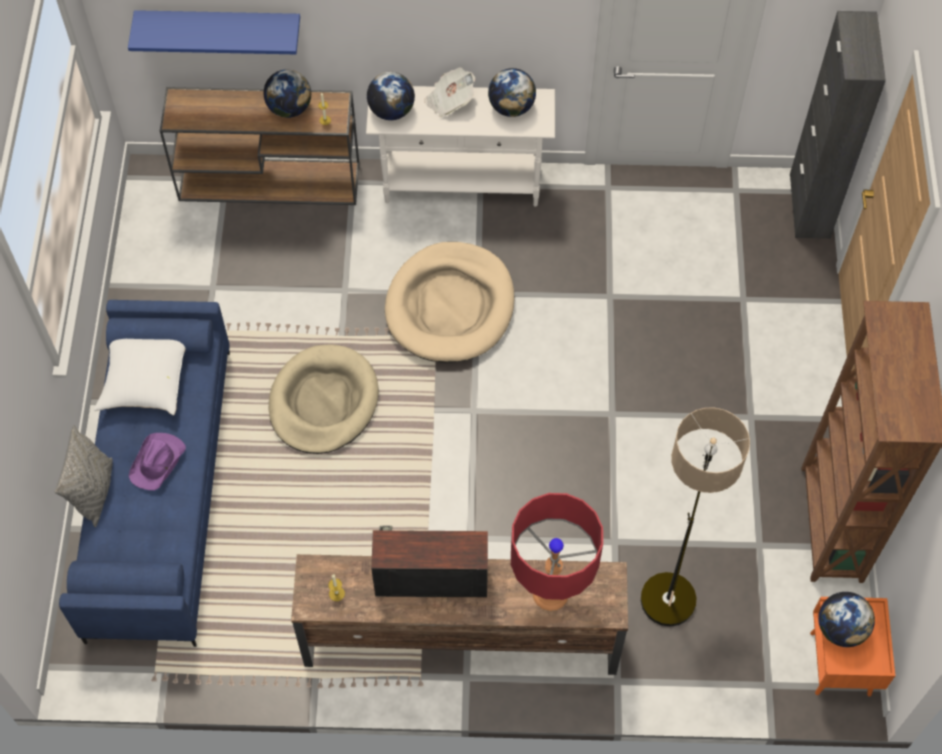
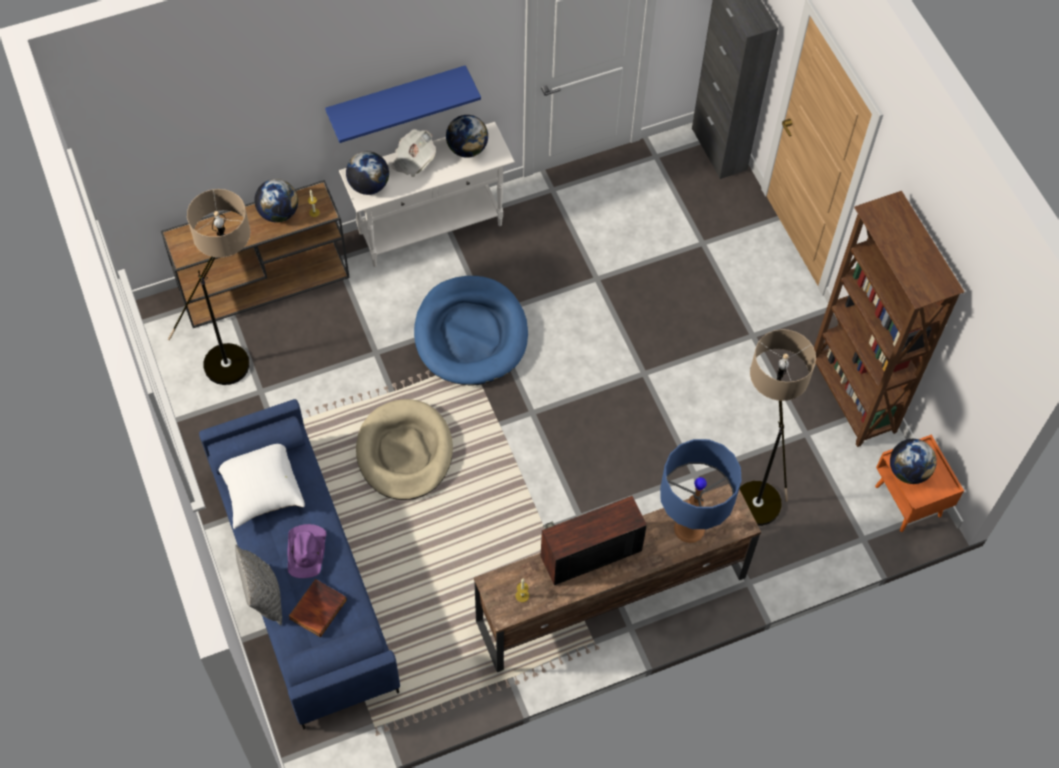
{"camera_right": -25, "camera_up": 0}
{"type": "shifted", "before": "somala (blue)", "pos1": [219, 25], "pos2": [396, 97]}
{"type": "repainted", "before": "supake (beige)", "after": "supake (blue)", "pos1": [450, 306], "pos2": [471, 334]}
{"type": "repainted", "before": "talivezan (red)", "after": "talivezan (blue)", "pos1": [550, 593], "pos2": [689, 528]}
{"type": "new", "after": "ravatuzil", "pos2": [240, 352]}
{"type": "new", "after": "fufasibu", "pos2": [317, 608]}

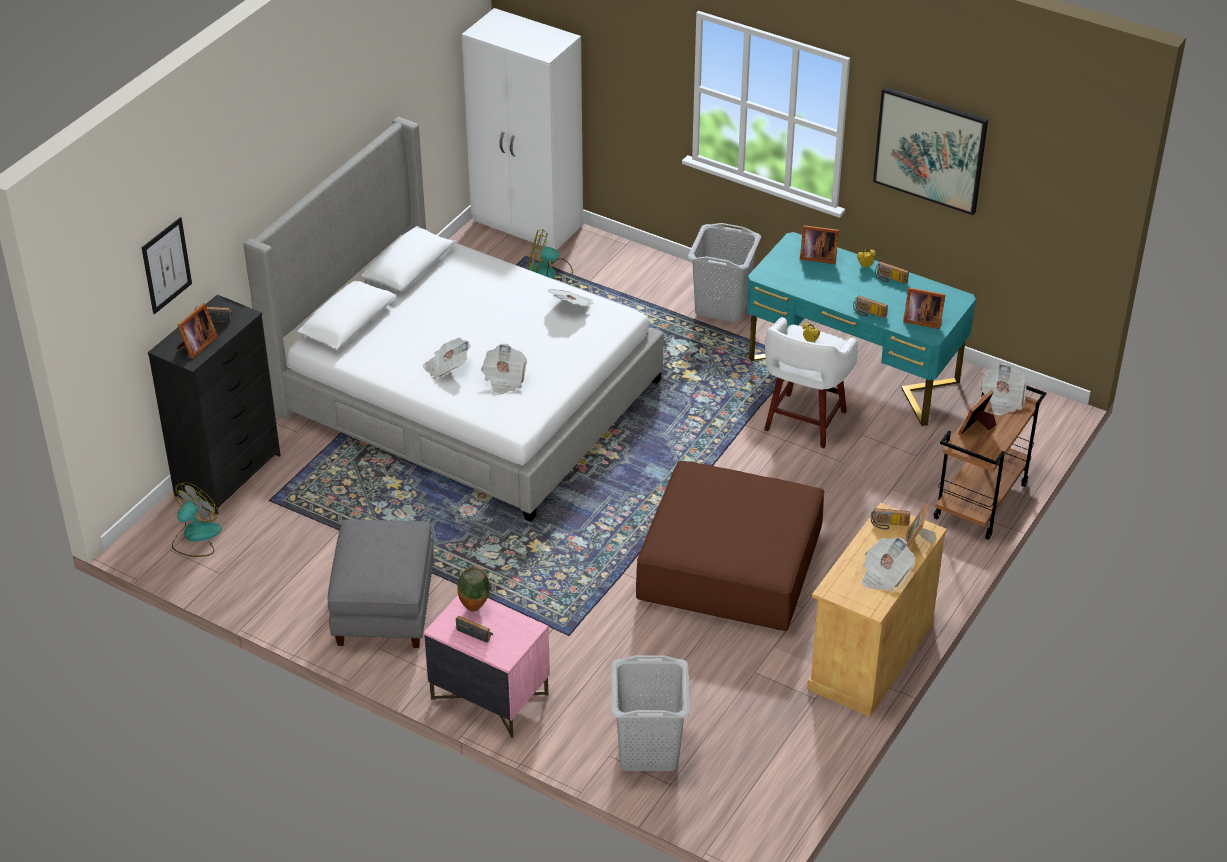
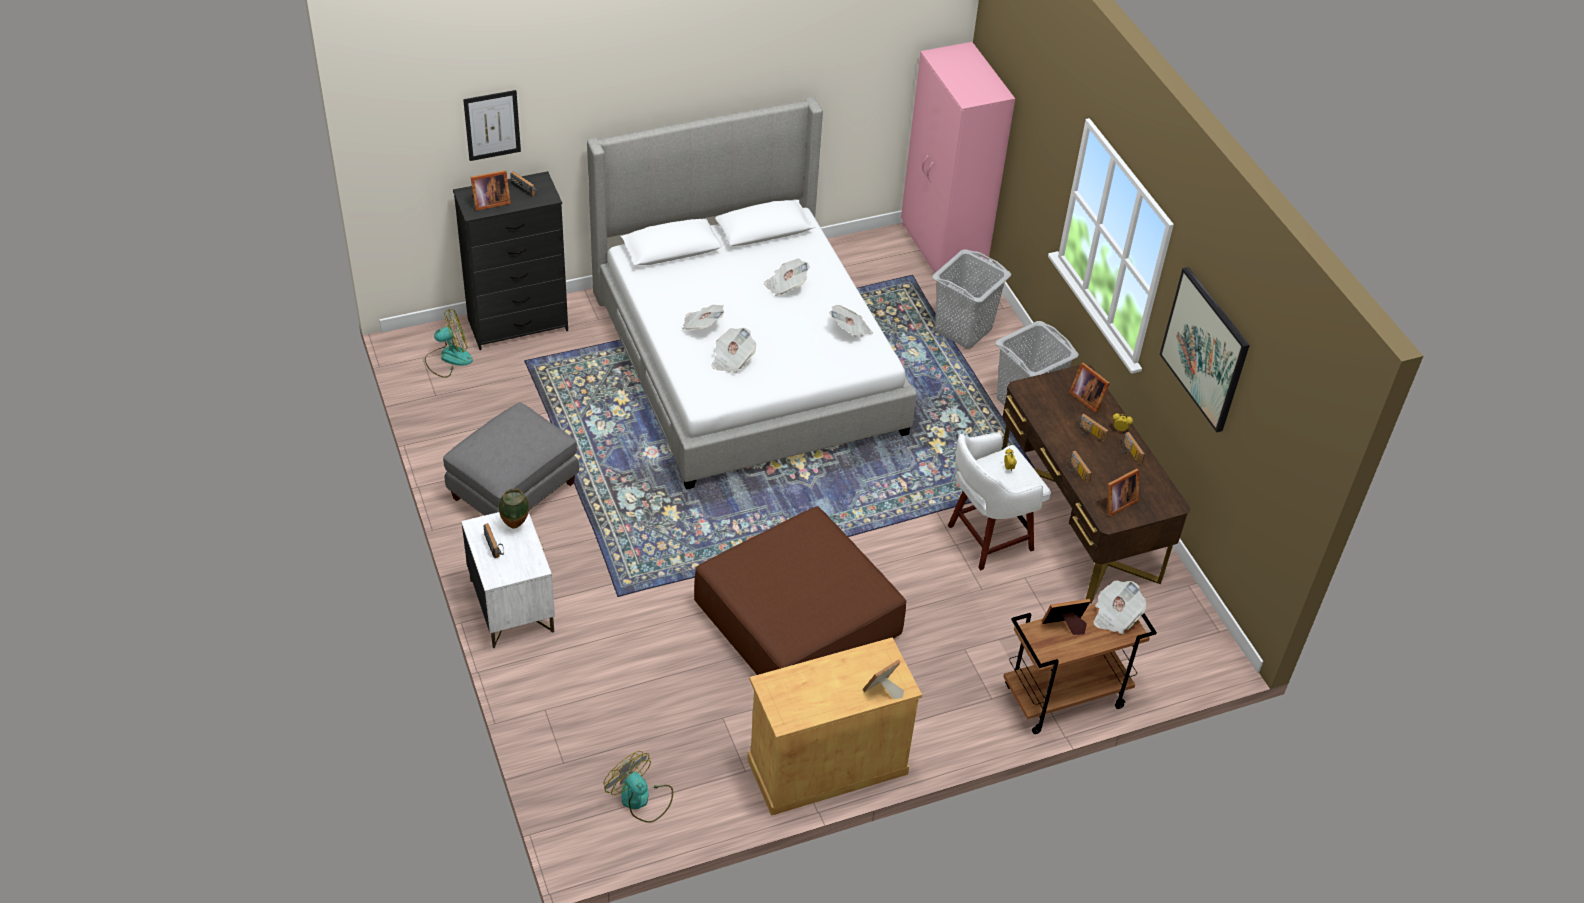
{"camera_right": 35, "camera_up": 5}
{"type": "repainted", "before": "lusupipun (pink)", "after": "lusupipun (white)", "pos1": [488, 697], "pos2": [511, 606]}
{"type": "repainted", "before": "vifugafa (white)", "after": "vifugafa (pink)", "pos1": [527, 224], "pos2": [942, 250]}
{"type": "shifted", "before": "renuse", "pos1": [549, 273], "pos2": [641, 799]}
{"type": "shifted", "before": "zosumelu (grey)", "pos1": [649, 749], "pos2": [963, 329]}
{"type": "repainted", "before": "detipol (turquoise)", "after": "detipol (brown)", "pos1": [853, 370], "pos2": [1078, 519]}
{"type": "shifted", "before": "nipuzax", "pos1": [884, 575], "pos2": [785, 286]}
{"type": "shifted", "before": "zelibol", "pos1": [889, 525], "pos2": [1089, 433]}
{"type": "rotated", "before": "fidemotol", "pos1": [921, 320], "pos2": [1116, 503], "turn": -90}

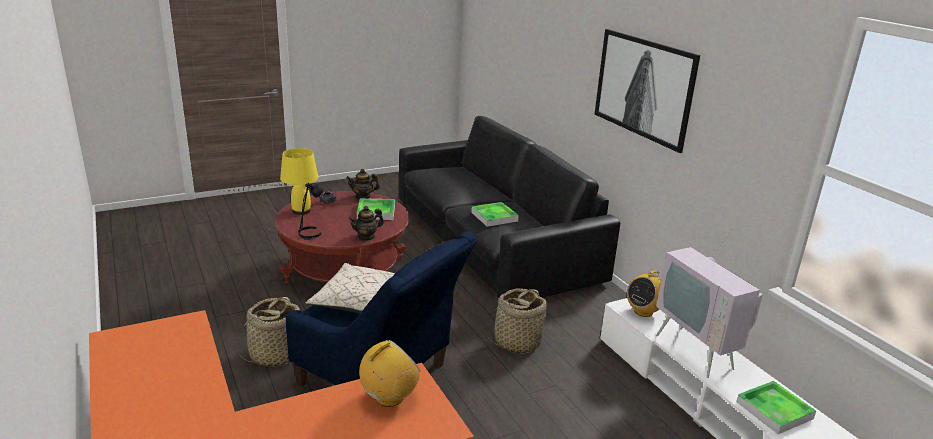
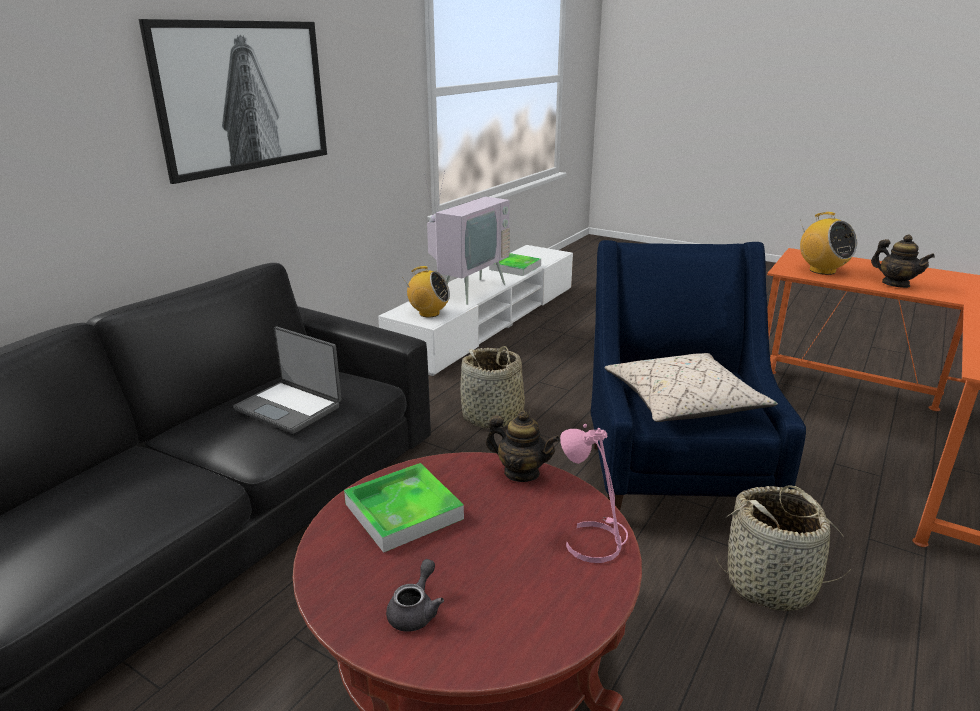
{"camera_right": -120, "camera_up": 0}
{"type": "gone", "before": "talivezan (yellow)", "pos1": [301, 211]}
{"type": "repainted", "before": "talivezan (black)", "after": "talivezan (pink)", "pos1": [310, 234], "pos2": [594, 541]}
{"type": "shifted", "before": "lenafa", "pos1": [363, 197], "pos2": [895, 284]}
{"type": "rotated", "before": "zelibol", "pos1": [389, 397], "pos2": [821, 270], "turn": -135}
{"type": "swapped", "before": "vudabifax", "after": "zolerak", "pos1": [494, 217], "pos2": [290, 407]}

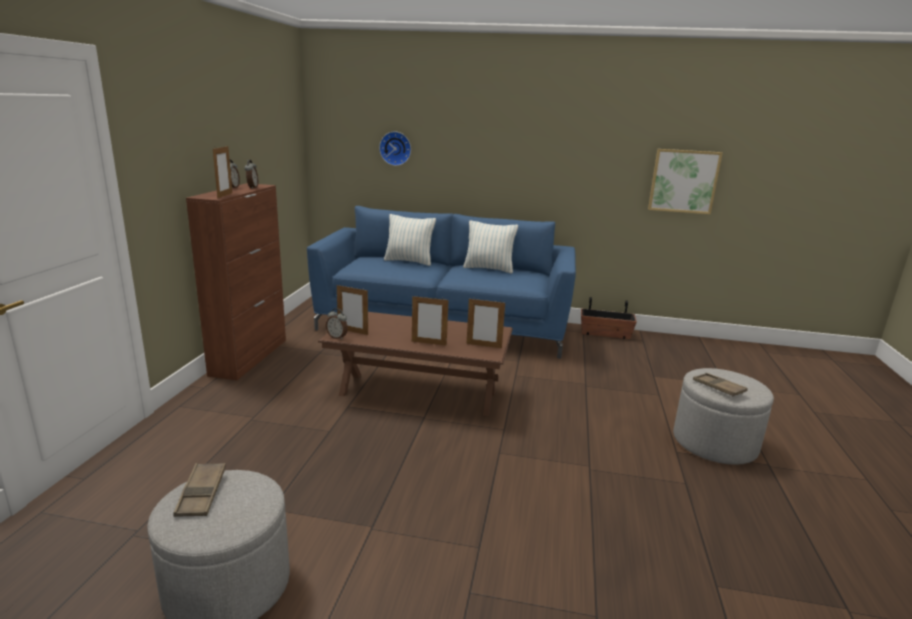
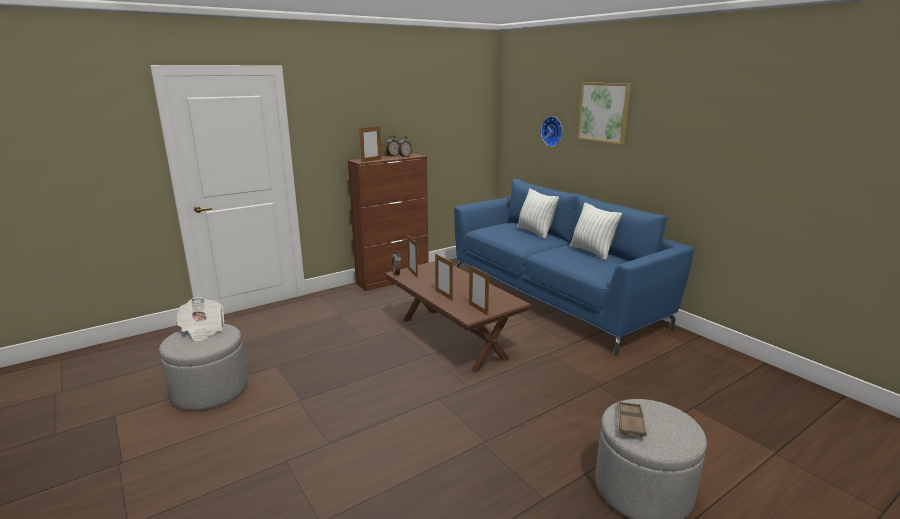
{"camera_right": 45, "camera_up": 0}
{"type": "swapped", "before": "vudabifax (brown)", "after": "nipuzax", "pos1": [201, 493], "pos2": [202, 330]}
{"type": "gone", "before": "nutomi", "pos1": [605, 333]}
{"type": "shifted", "before": "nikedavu", "pos1": [683, 181], "pos2": [604, 112]}

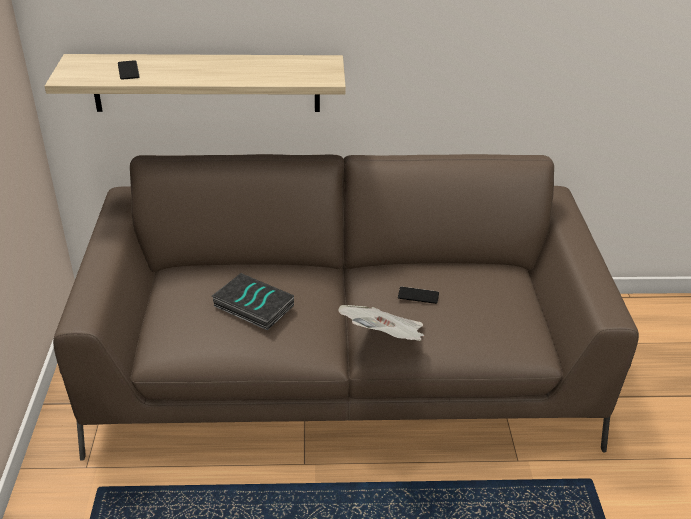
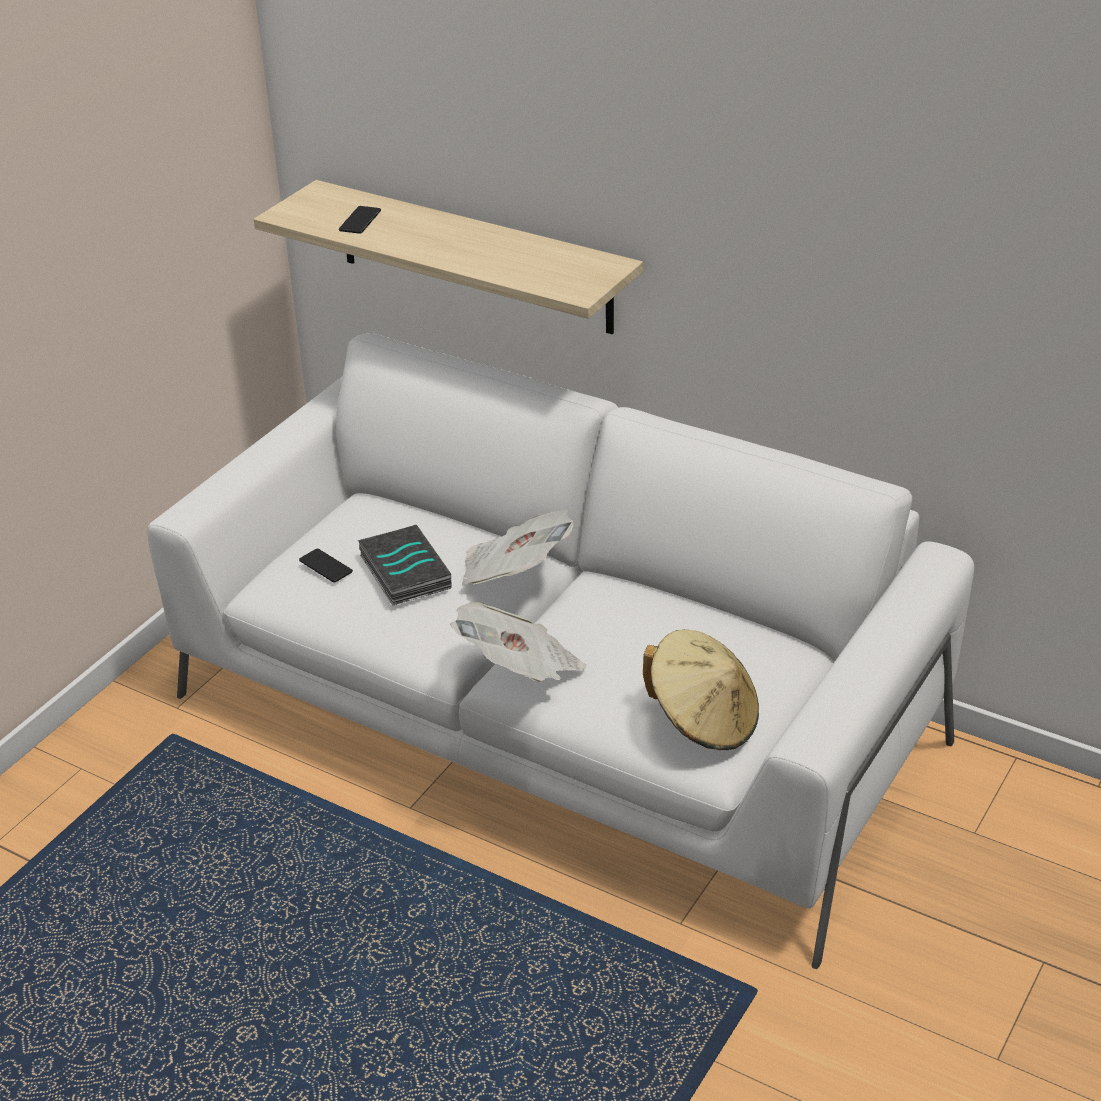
{"camera_right": 35, "camera_up": 0}
{"type": "repainted", "before": "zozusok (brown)", "after": "zozusok (white)", "pos1": [343, 371], "pos2": [556, 719]}
{"type": "shifted", "before": "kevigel", "pos1": [418, 295], "pos2": [325, 566]}
{"type": "new", "after": "nipuzax", "pos2": [515, 572]}
{"type": "new", "after": "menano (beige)", "pos2": [703, 720]}

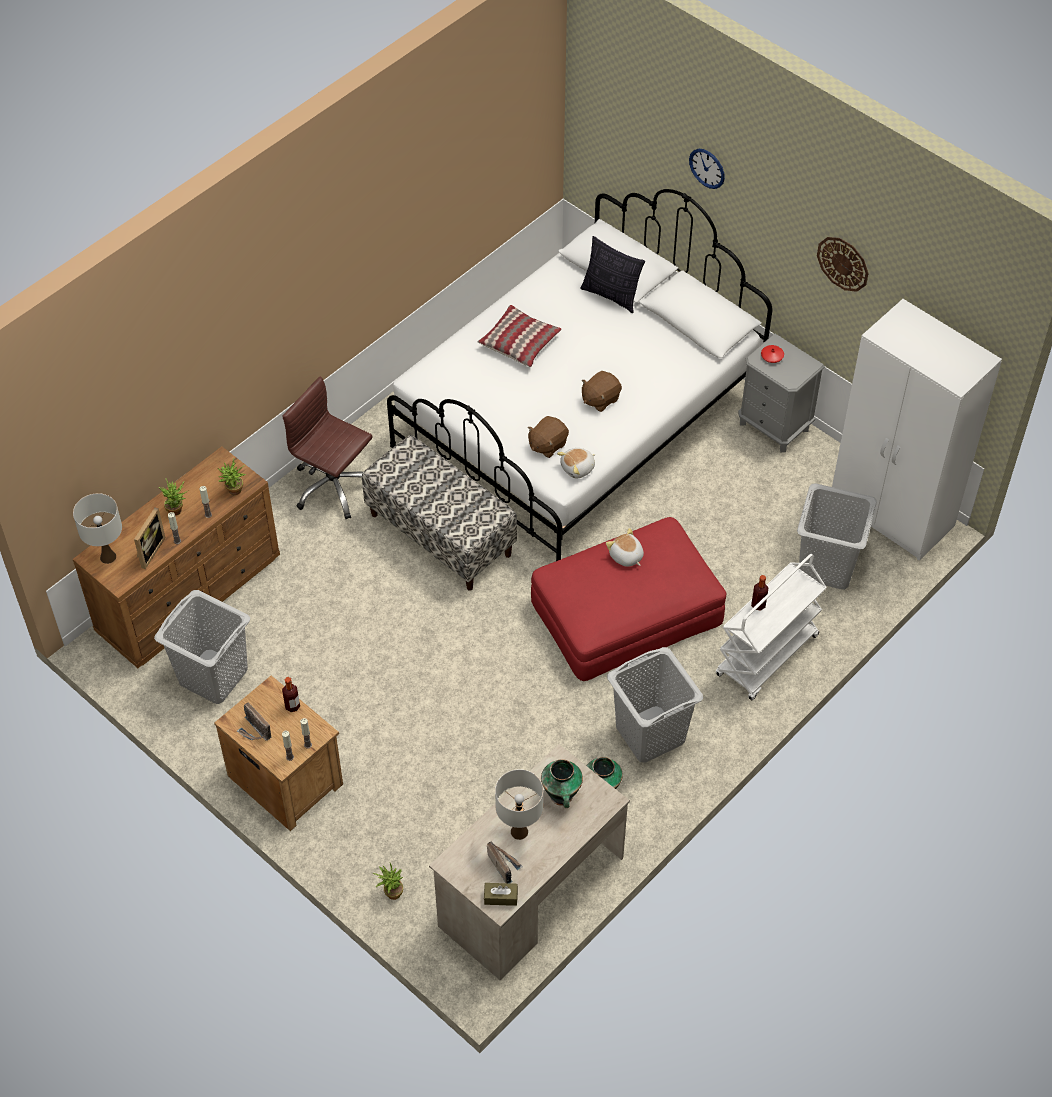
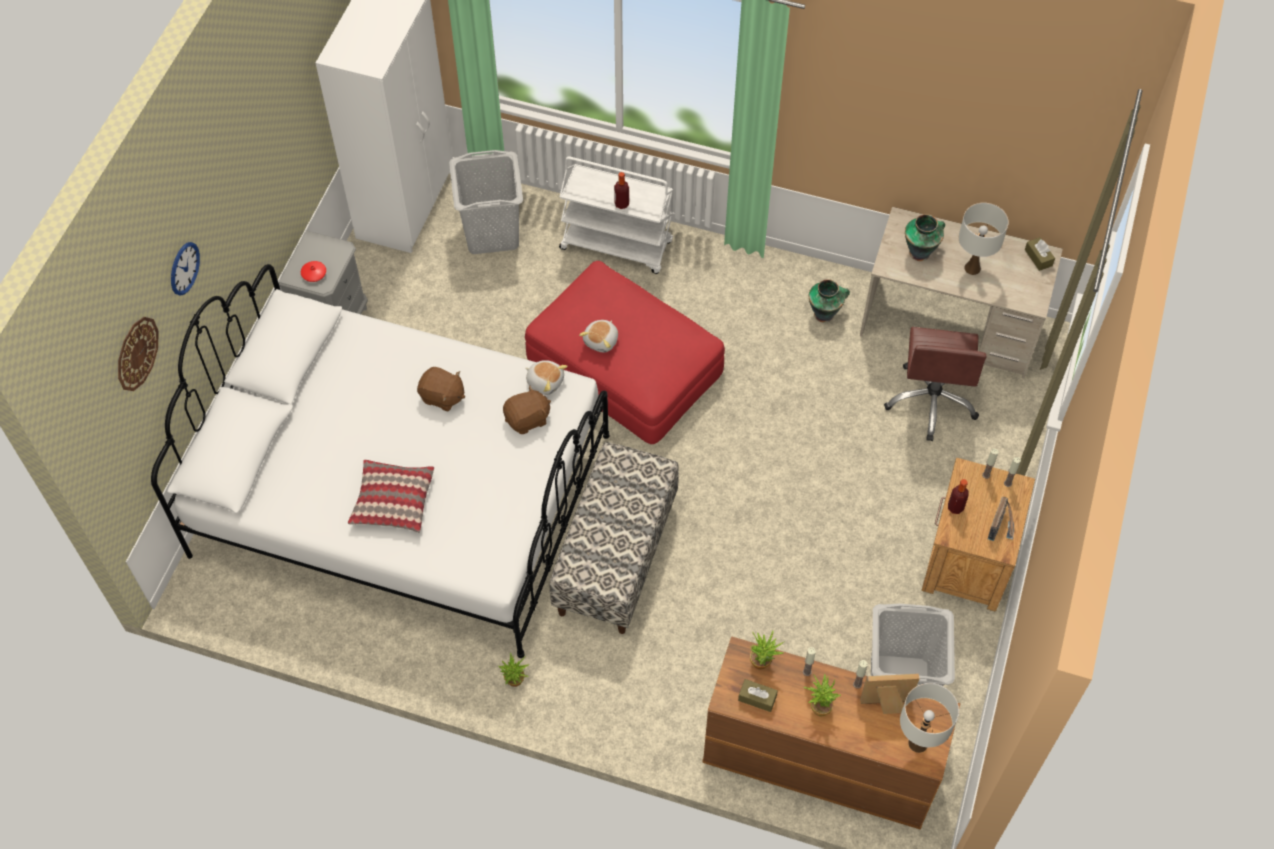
{"camera_right": -115, "camera_up": 5}
{"type": "shifted", "before": "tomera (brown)", "pos1": [334, 487], "pos2": [932, 401]}
{"type": "shifted", "before": "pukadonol", "pos1": [391, 892], "pos2": [515, 683]}
{"type": "gone", "before": "zelibol", "pos1": [504, 865]}
{"type": "rotated", "before": "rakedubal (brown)", "pos1": [547, 445], "pos2": [527, 419], "turn": -45}
{"type": "gone", "before": "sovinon", "pos1": [611, 295]}
{"type": "gone", "before": "zosumelu (grey)", "pos1": [650, 734]}
{"type": "shifted", "before": "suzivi", "pos1": [843, 263], "pos2": [137, 353]}
{"type": "new", "after": "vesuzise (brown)", "pos2": [757, 698]}

